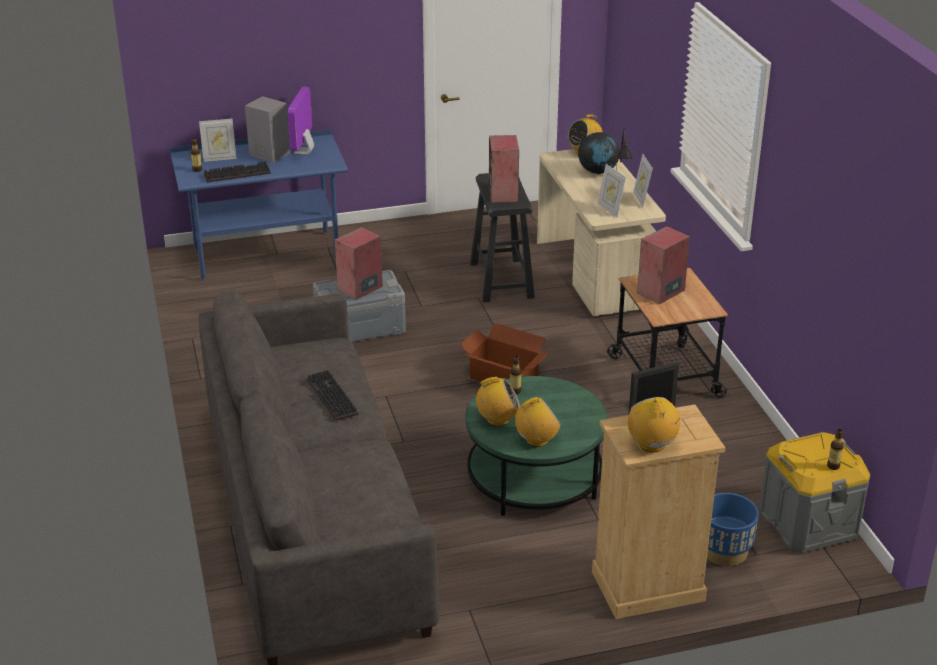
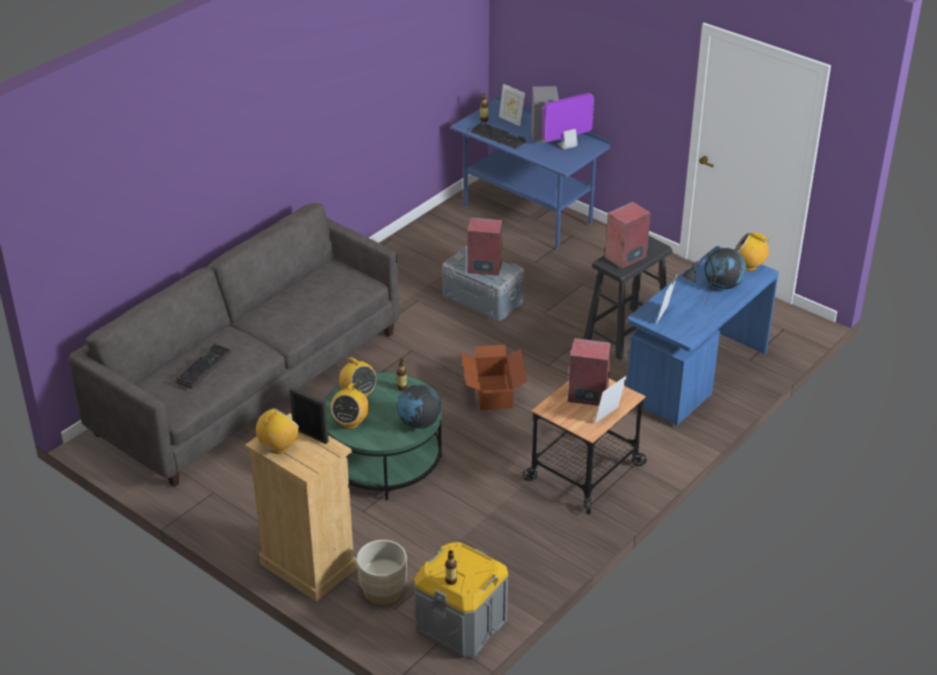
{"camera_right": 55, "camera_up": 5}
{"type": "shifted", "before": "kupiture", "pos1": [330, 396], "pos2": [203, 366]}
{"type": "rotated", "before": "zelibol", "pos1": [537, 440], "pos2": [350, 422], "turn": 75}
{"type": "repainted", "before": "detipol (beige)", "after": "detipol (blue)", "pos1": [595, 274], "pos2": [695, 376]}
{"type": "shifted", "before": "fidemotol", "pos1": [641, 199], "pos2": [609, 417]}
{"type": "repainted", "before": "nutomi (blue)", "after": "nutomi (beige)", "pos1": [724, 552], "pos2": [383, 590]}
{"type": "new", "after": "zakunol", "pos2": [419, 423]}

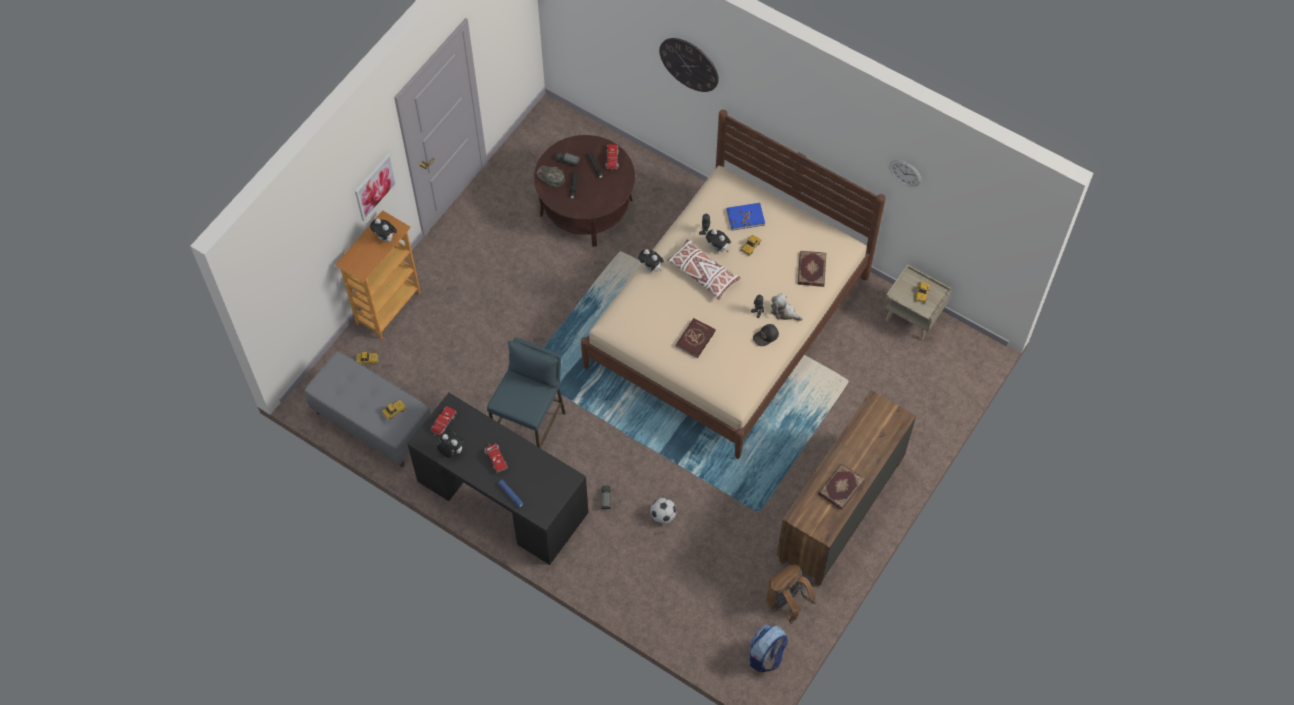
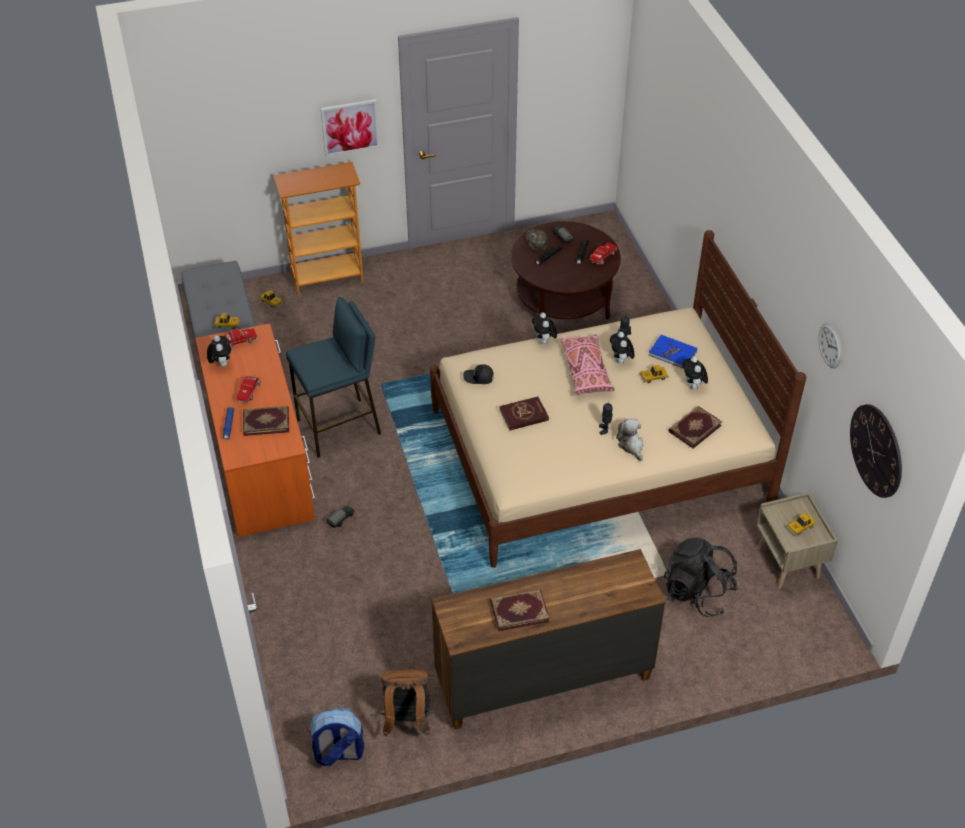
{"camera_right": 40, "camera_up": -15}
{"type": "shifted", "before": "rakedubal", "pos1": [386, 238], "pos2": [693, 386]}
{"type": "repainted", "before": "detipol (black)", "after": "detipol (orange)", "pos1": [502, 496], "pos2": [261, 460]}
{"type": "gone", "before": "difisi", "pos1": [663, 516]}
{"type": "shifted", "before": "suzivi", "pos1": [689, 64], "pos2": [876, 450]}
{"type": "repainted", "before": "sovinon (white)", "after": "sovinon (pink)", "pos1": [703, 273], "pos2": [586, 371]}
{"type": "shifted", "before": "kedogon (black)", "pos1": [766, 337], "pos2": [479, 378]}
{"type": "new", "after": "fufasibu", "pos2": [266, 421]}
{"type": "new", "after": "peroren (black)", "pos2": [697, 592]}

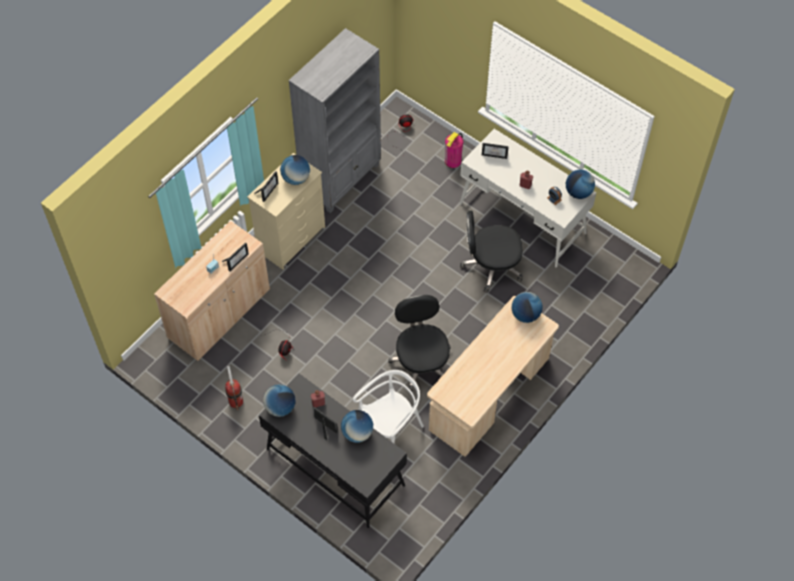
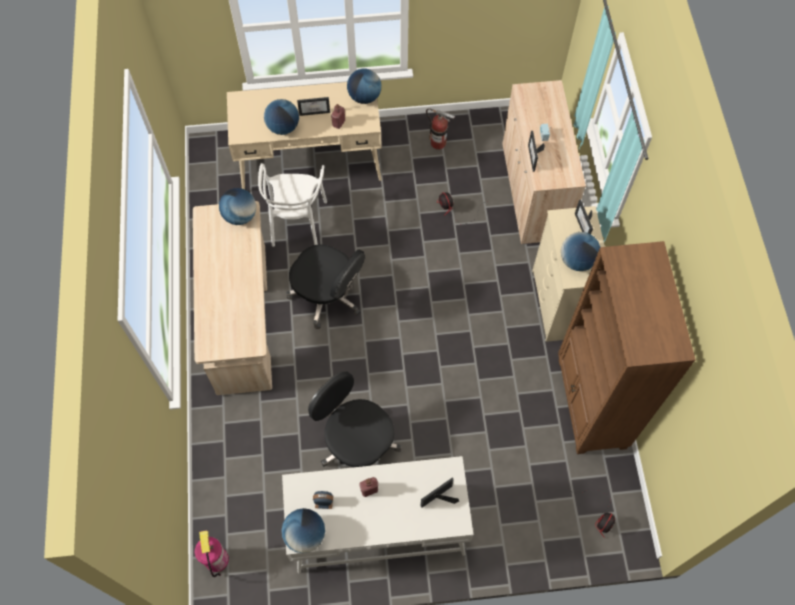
{"camera_right": 135, "camera_up": 5}
{"type": "repainted", "before": "detipol (black)", "after": "detipol (beige)", "pos1": [335, 466], "pos2": [310, 162]}
{"type": "repainted", "before": "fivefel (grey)", "after": "fivefel (brown)", "pos1": [341, 179], "pos2": [590, 404]}
{"type": "shifted", "before": "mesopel", "pos1": [453, 161], "pos2": [216, 559]}
{"type": "rotated", "before": "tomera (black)", "pos1": [491, 266], "pos2": [357, 443], "turn": -90}
{"type": "shifted", "before": "zakunol", "pos1": [525, 315], "pos2": [240, 216]}

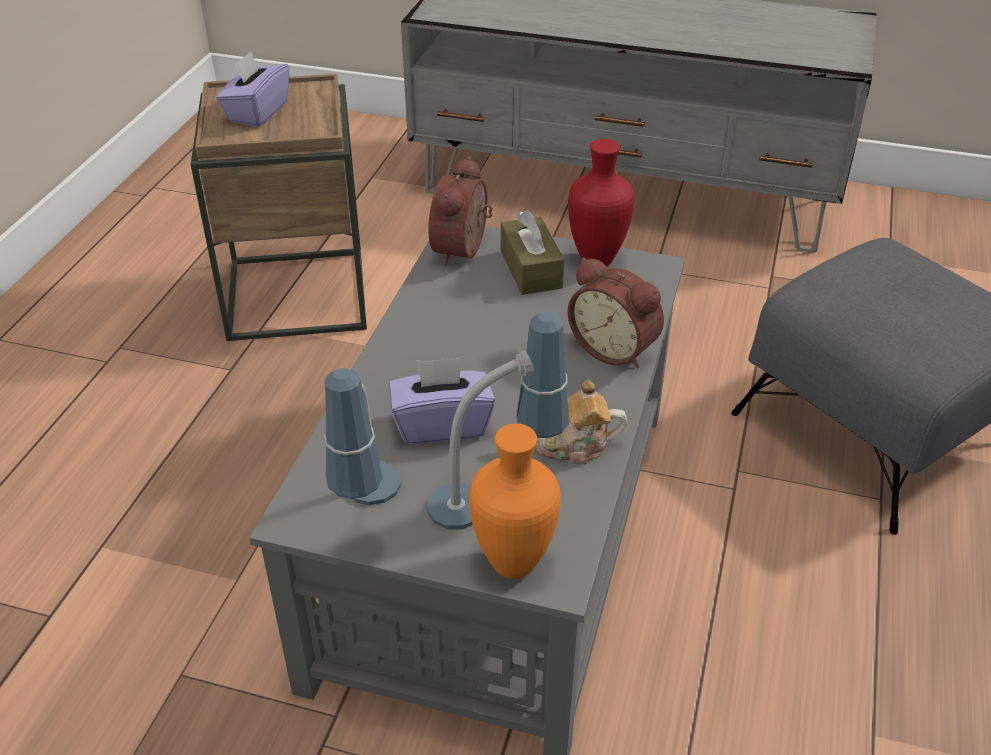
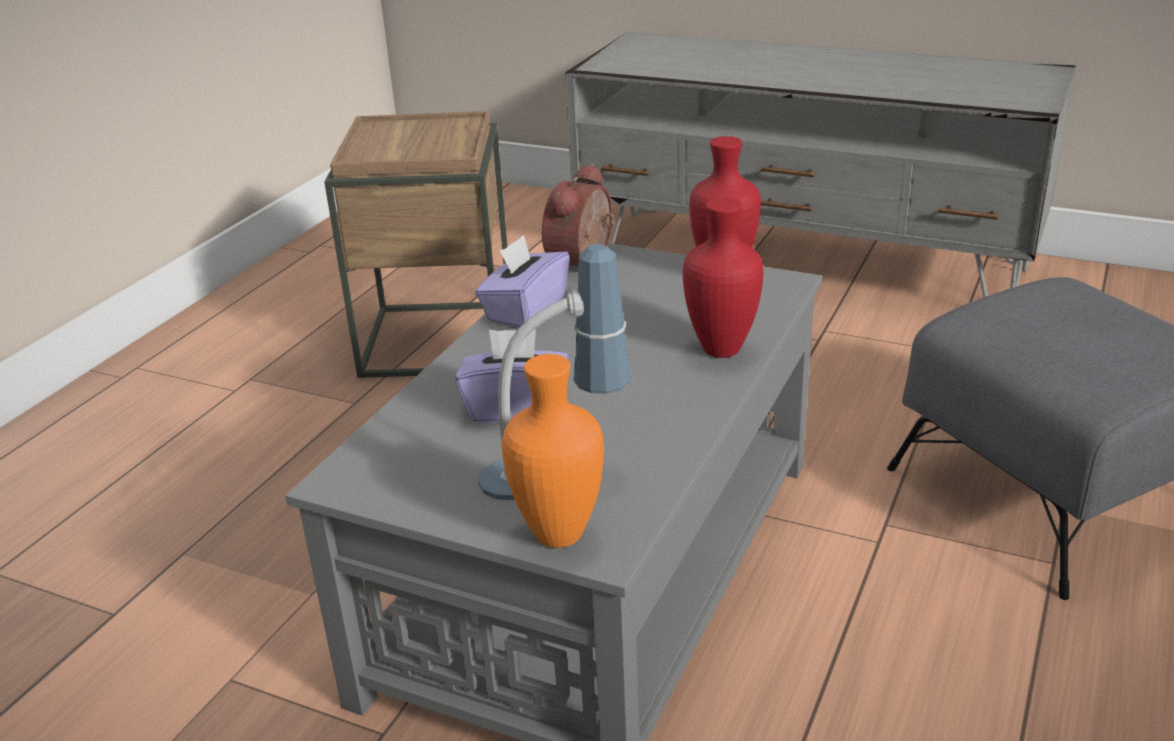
{"camera_right": 10, "camera_up": -10}
{"type": "shifted", "before": "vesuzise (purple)", "pos1": [257, 112], "pos2": [525, 310]}
{"type": "gone", "before": "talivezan", "pos1": [368, 514]}
{"type": "gone", "before": "vesuzise (brown)", "pos1": [531, 269]}
{"type": "gone", "before": "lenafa", "pos1": [573, 446]}
{"type": "swapped", "before": "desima", "after": "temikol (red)", "pos1": [615, 348], "pos2": [724, 350]}

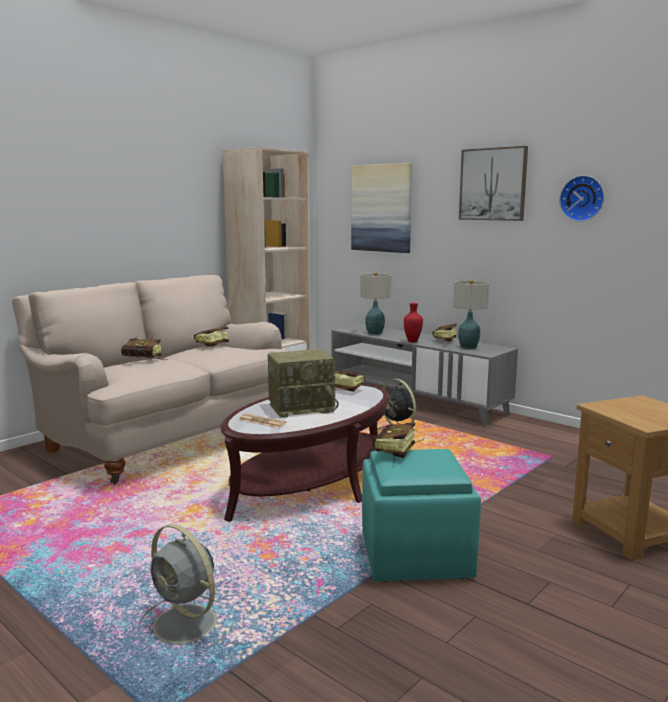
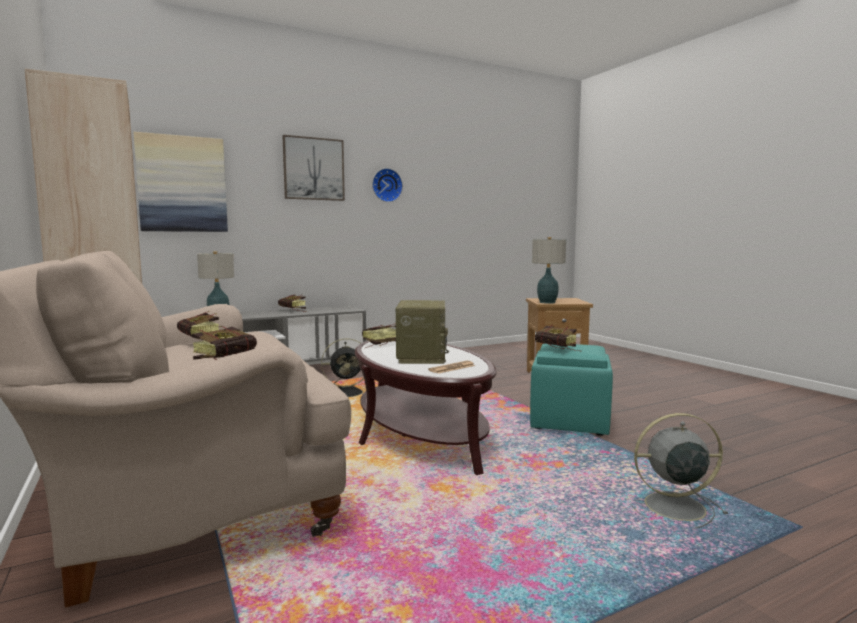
{"camera_right": -70, "camera_up": -5}
{"type": "rotated", "before": "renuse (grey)", "pos1": [187, 625], "pos2": [671, 507], "turn": -150}
{"type": "gone", "before": "temikol (red)", "pos1": [412, 341]}
{"type": "shifted", "before": "talivezan", "pos1": [469, 347], "pos2": [547, 302]}

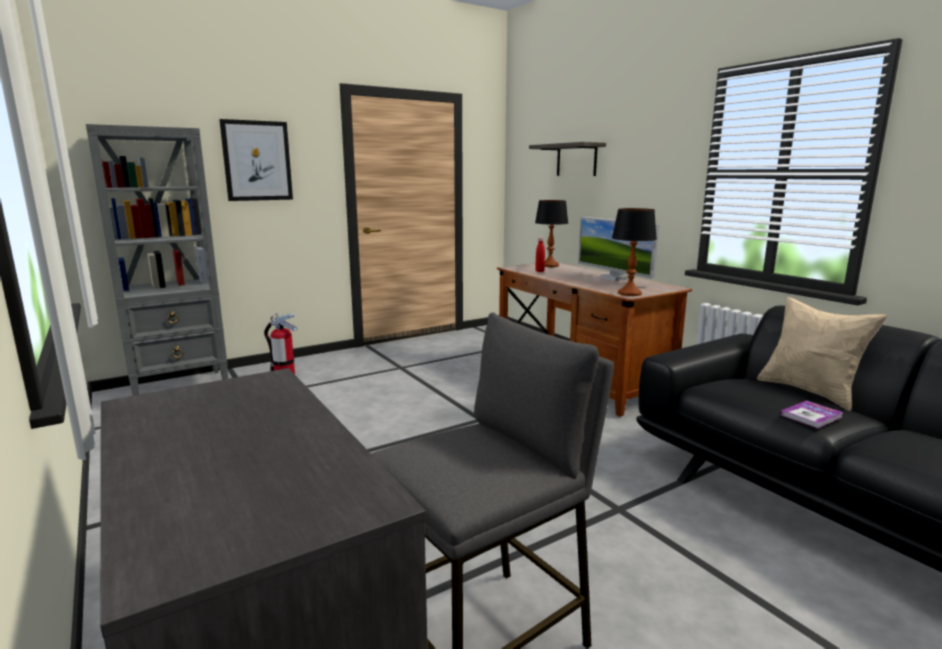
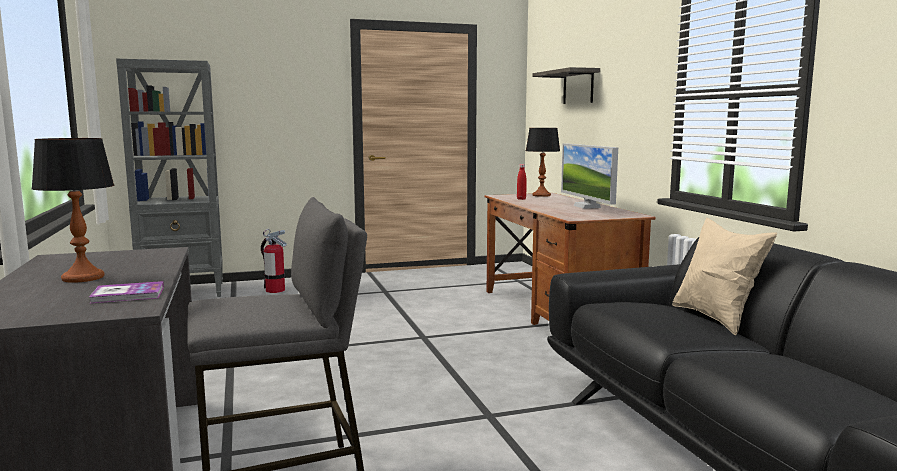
{"camera_right": 15, "camera_up": -5}
{"type": "gone", "before": "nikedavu", "pos1": [257, 161]}
{"type": "shifted", "before": "talivezan", "pos1": [629, 293], "pos2": [82, 278]}
{"type": "shifted", "before": "fufasibu", "pos1": [811, 416], "pos2": [128, 294]}

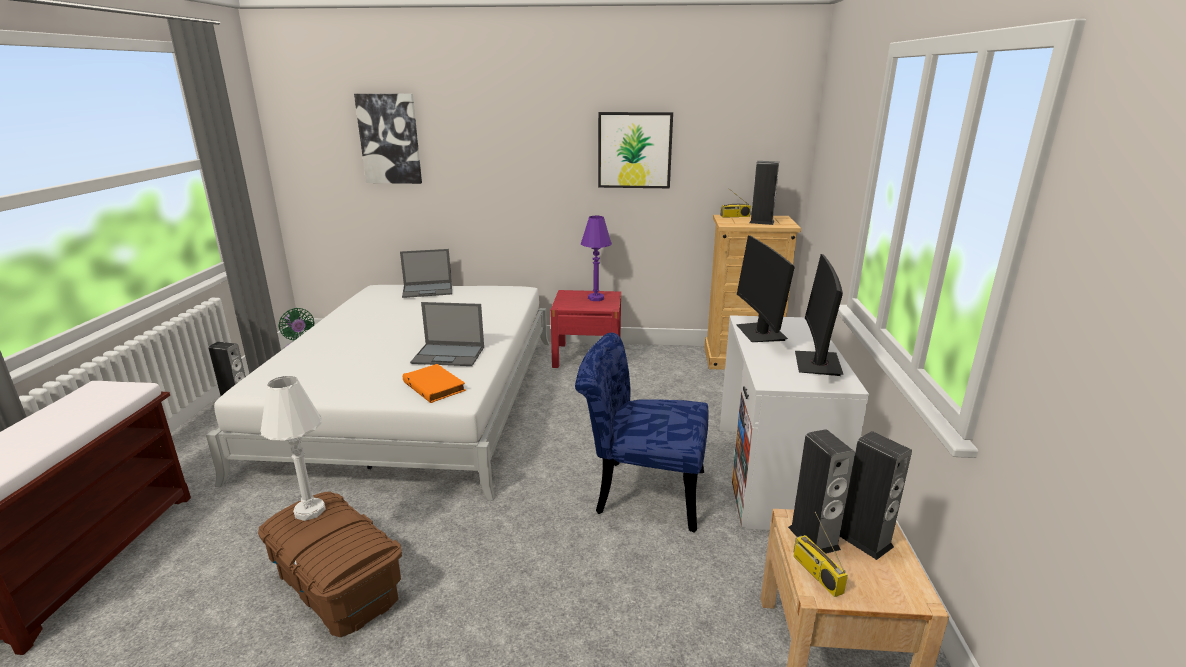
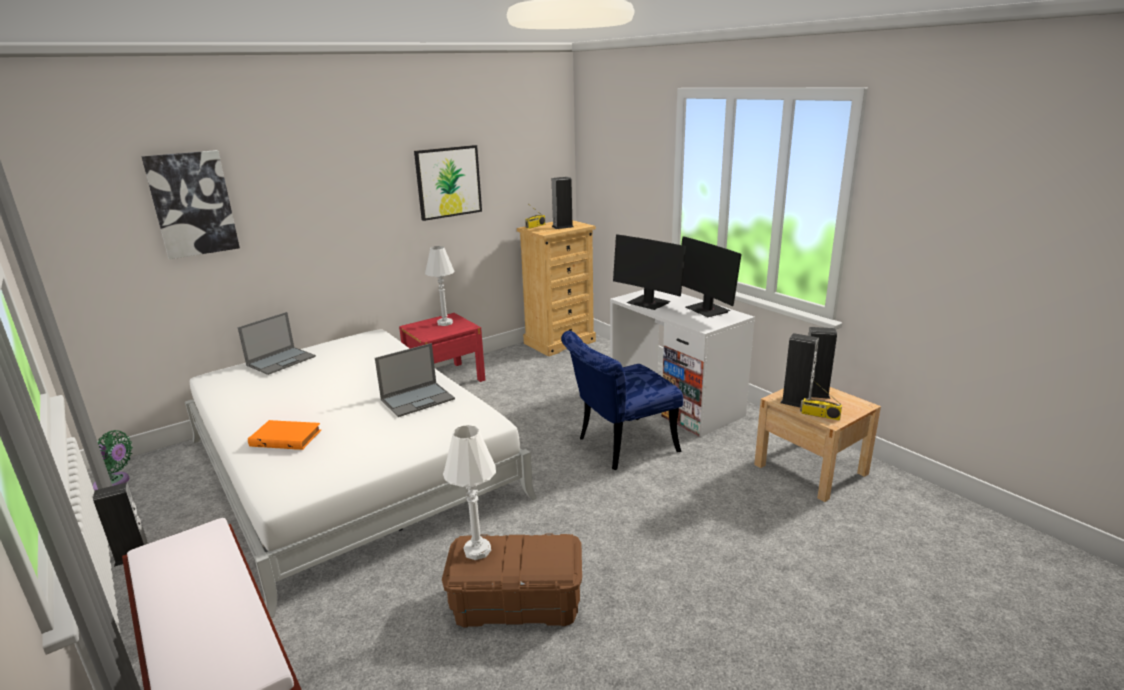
{"camera_right": -40, "camera_up": 0}
{"type": "shifted", "before": "fufasibu (orange)", "pos1": [435, 386], "pos2": [287, 437]}
{"type": "repainted", "before": "talivezan (purple)", "after": "talivezan (white)", "pos1": [596, 298], "pos2": [445, 323]}

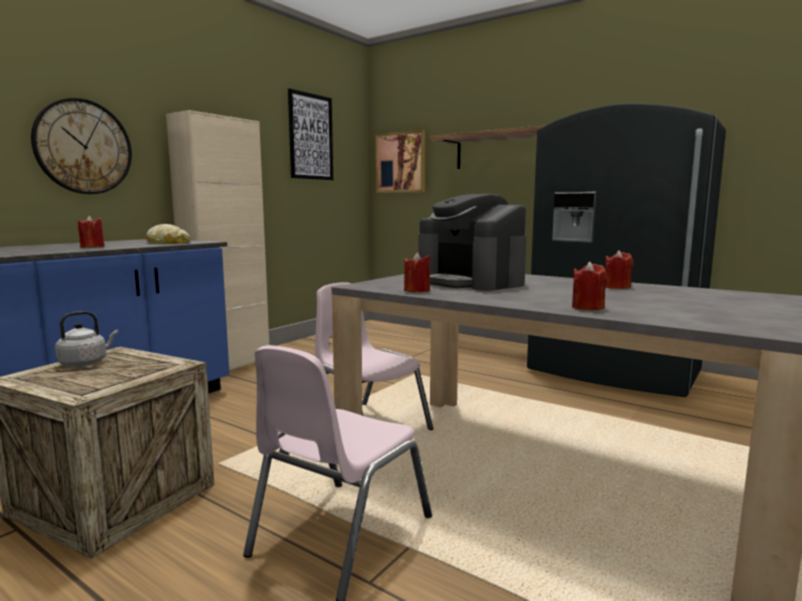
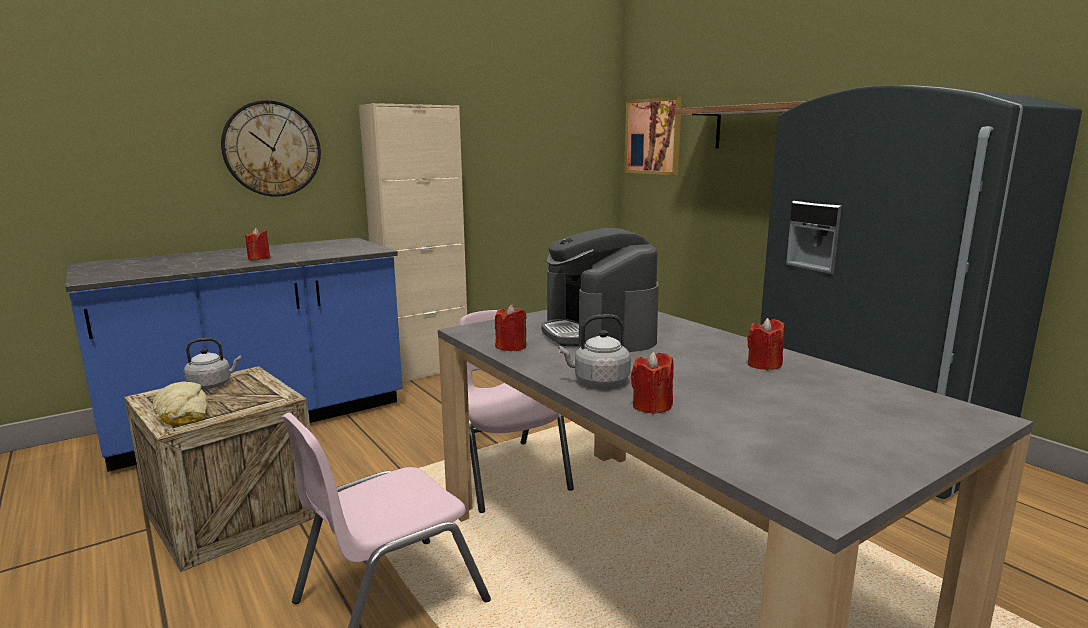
{"camera_right": 20, "camera_up": 5}
{"type": "shifted", "before": "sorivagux", "pos1": [168, 242], "pos2": [182, 413]}
{"type": "gone", "before": "nikedavu", "pos1": [311, 137]}
{"type": "new", "after": "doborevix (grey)", "pos2": [598, 381]}

